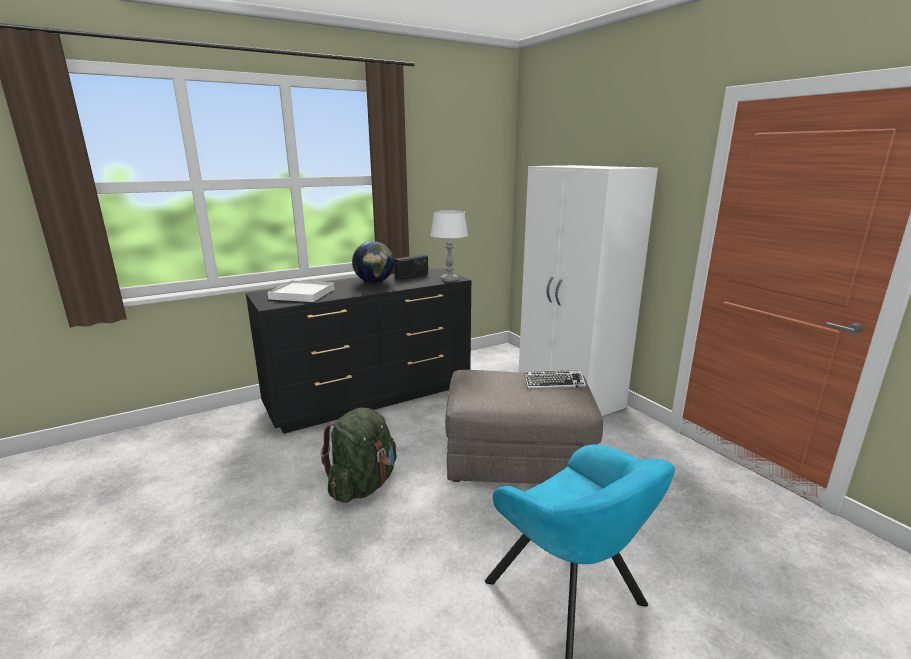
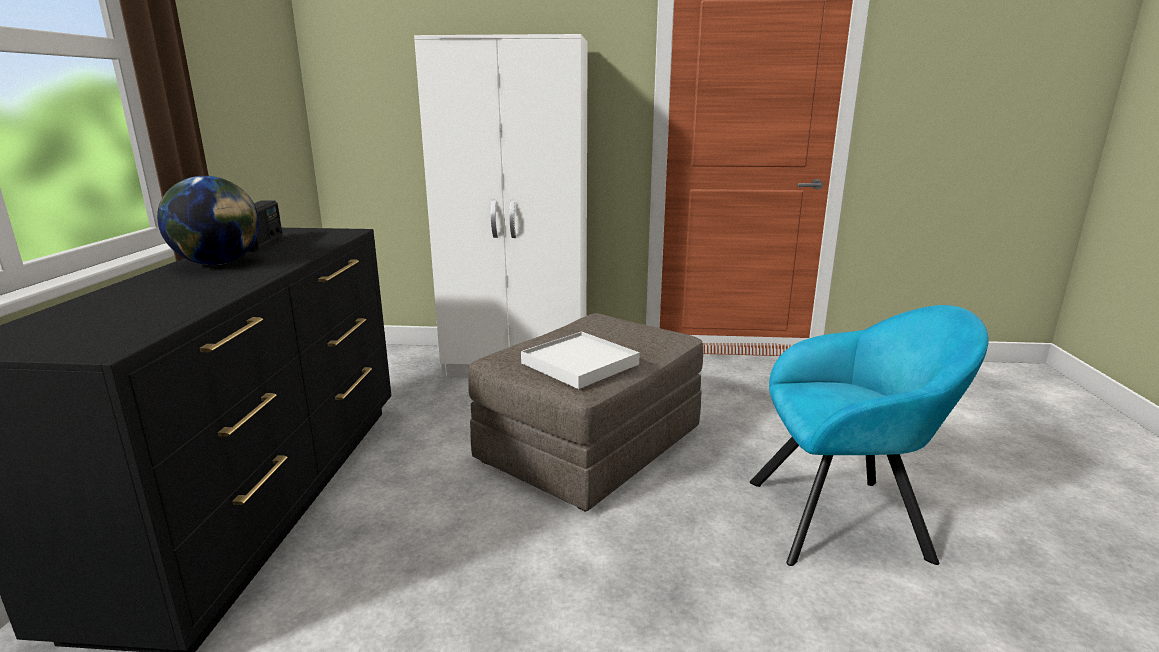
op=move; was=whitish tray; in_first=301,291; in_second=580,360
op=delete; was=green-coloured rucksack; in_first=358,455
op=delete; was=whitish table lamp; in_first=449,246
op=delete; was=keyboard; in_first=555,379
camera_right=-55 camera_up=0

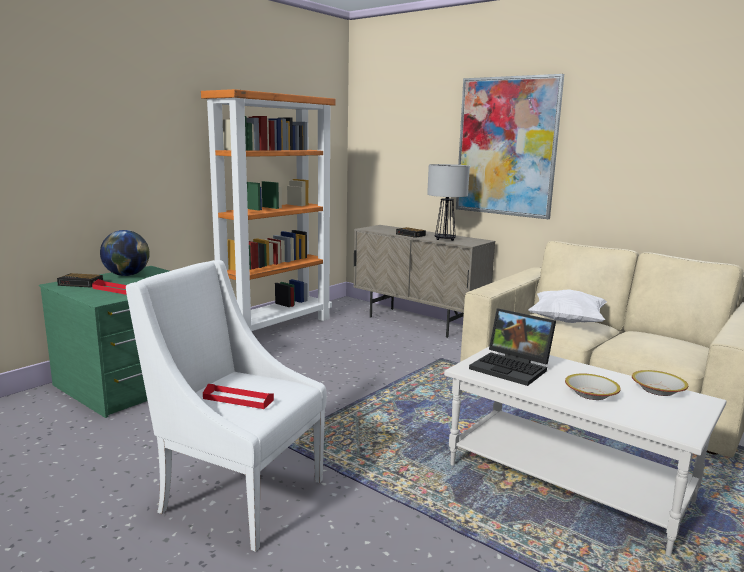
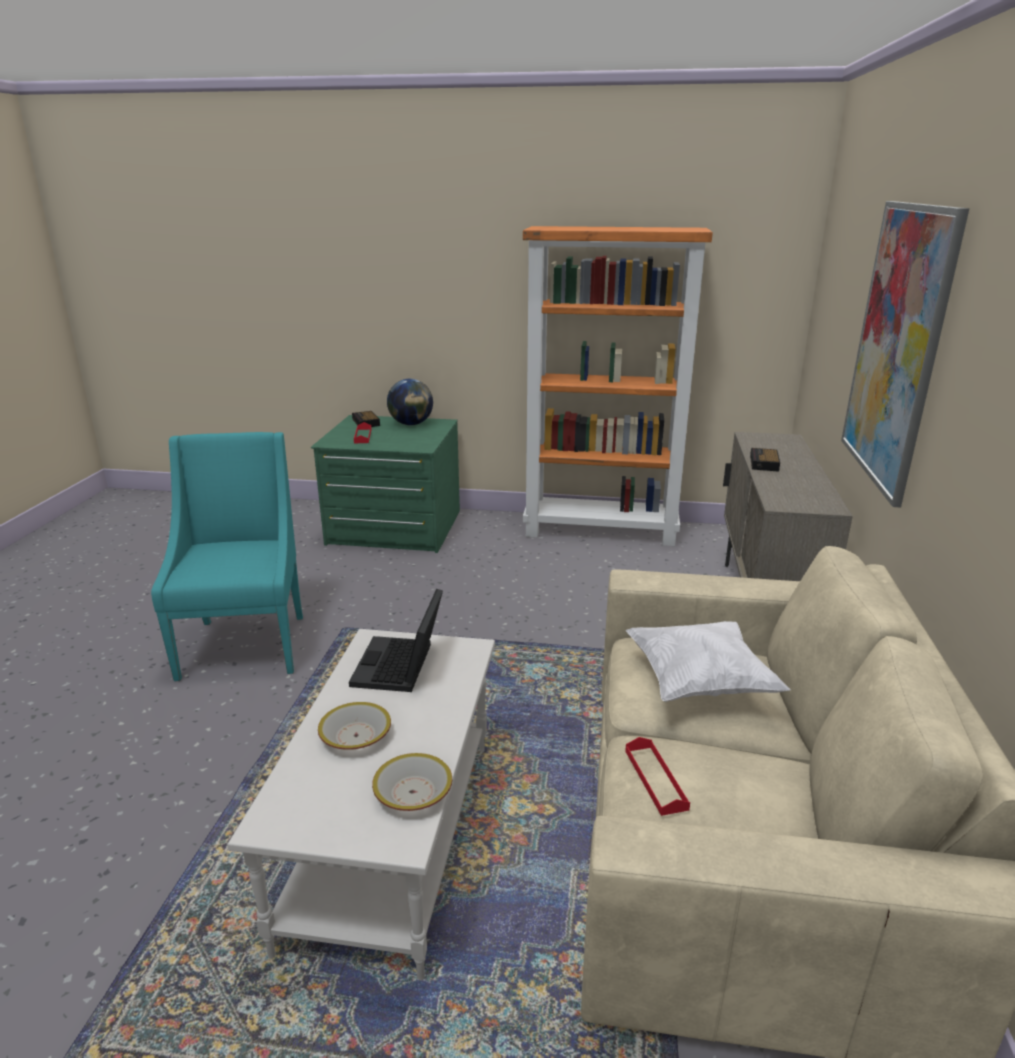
op=recolor; was=whitish lounge chair; now=turquoise-coloured lounge chair; in_first=226,406; in_second=227,556
op=move; was=red-coloured tray; in_first=238,396; in_second=657,776
op=delete; was=table lamp; in_first=448,202
camera_right=60 camera_up=10

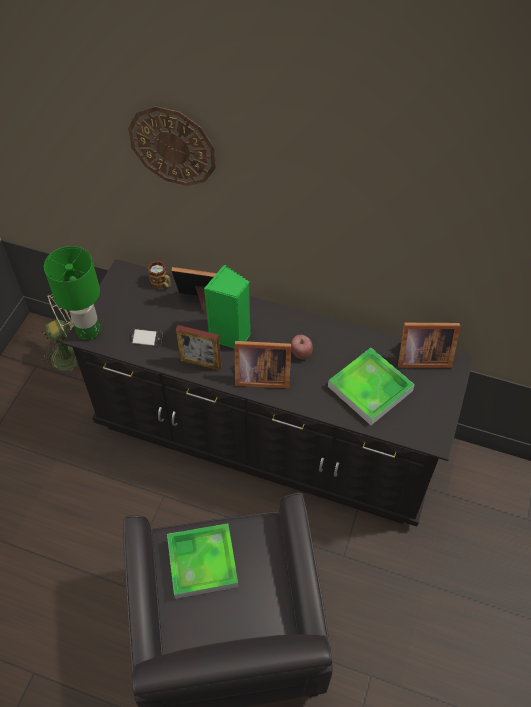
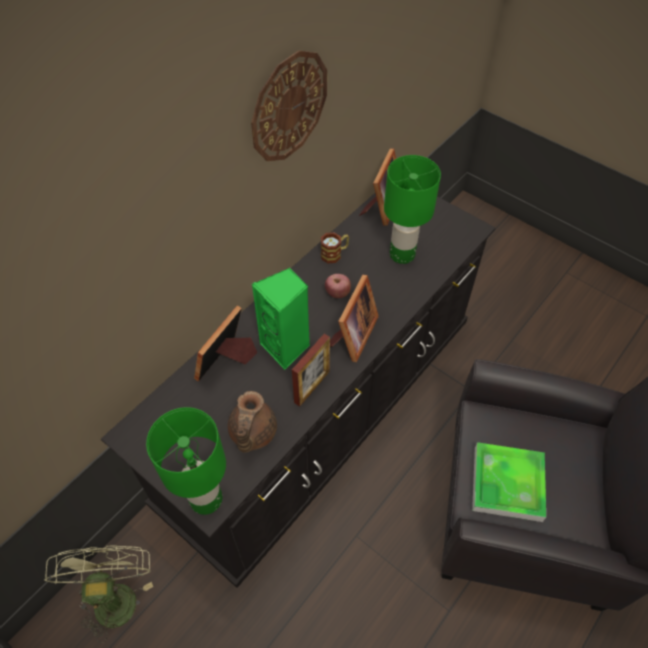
op=move; was=clock on the wall; in_first=172,146; in_second=289,105
op=replace; was=phone; now=brown tea pot; in_first=147,338; in_second=252,422
op=move; was=mug; in_first=159,274; in_second=335,247
op=replace; was=tray; now=green-coloured table lamp; in_first=371,386; in_second=412,209
camera_right=-70 camera_up=0

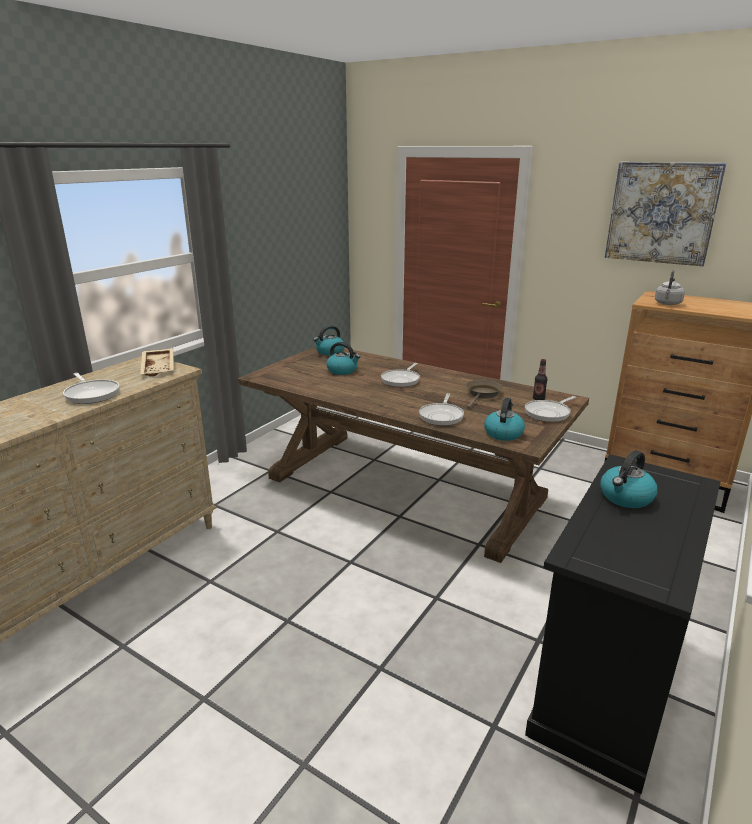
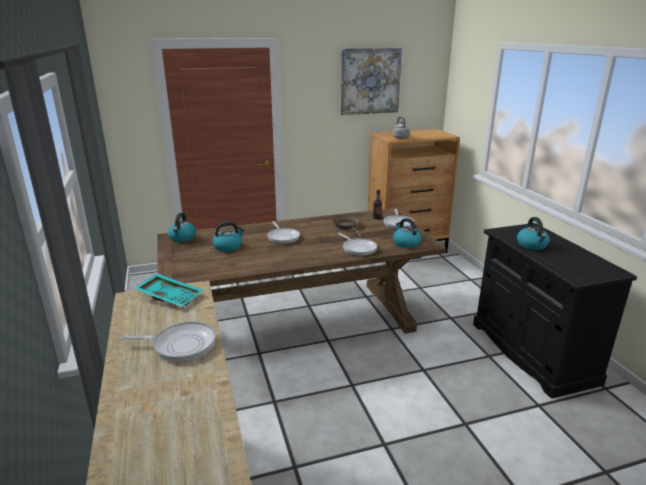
op=recolor; was=beige-coloured tray; now=turquoise-coloured tray; in_first=157,362; in_second=168,290
camera_right=-50 camera_up=0

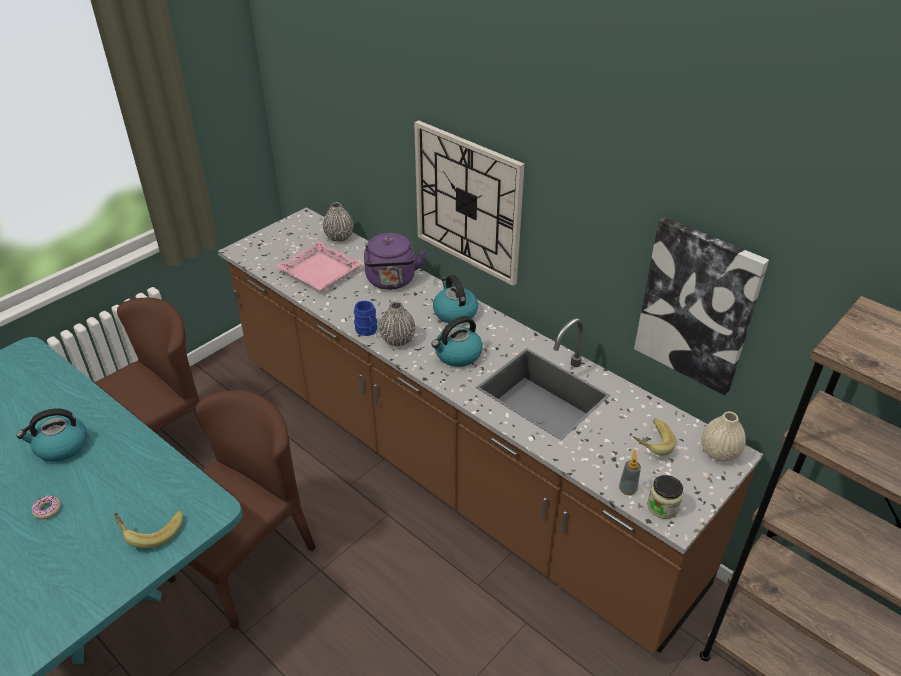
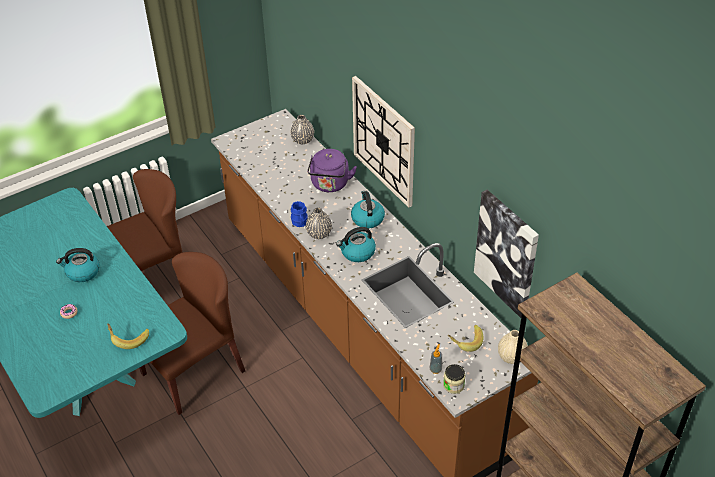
op=delete; was=pinkish tray; in_first=319,266
camera_right=15 camera_up=5

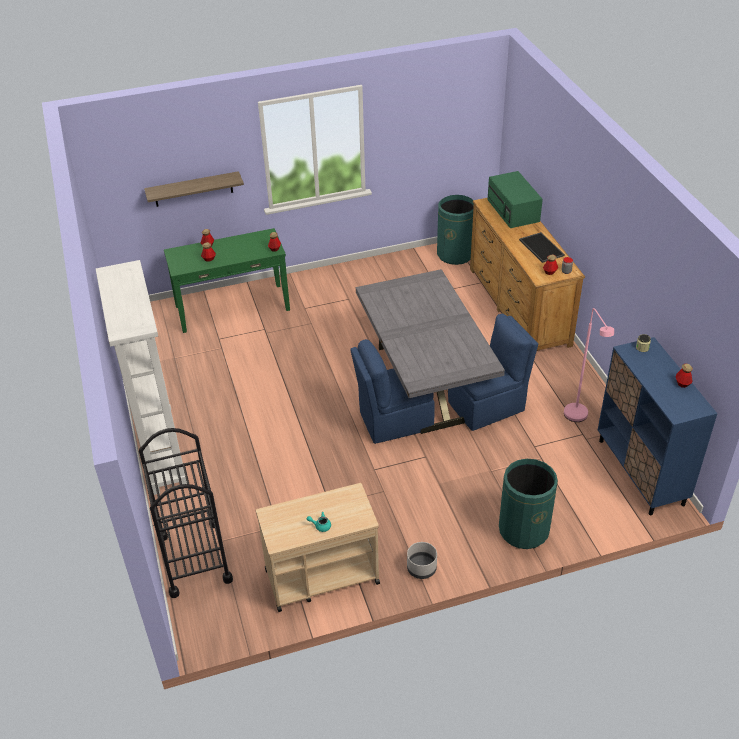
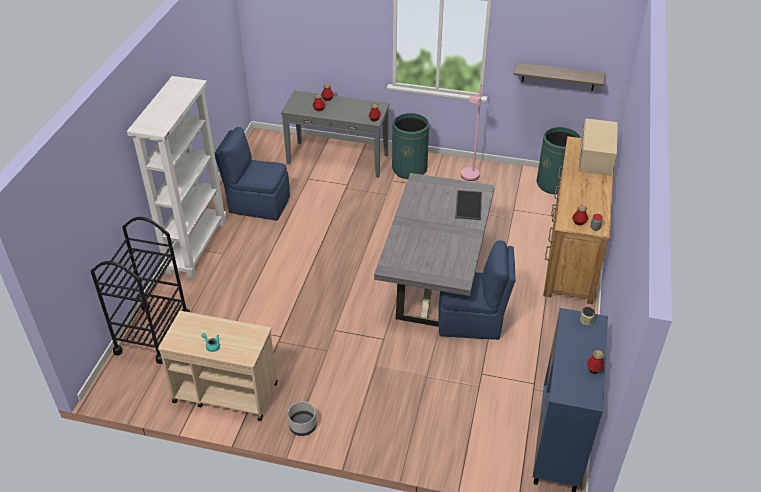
op=move; was=bracket shelf; in_first=194,189; in_second=559,76
op=recolor; was=green-coloured console table; now=greyish console table; in_first=227,280; in_second=335,134
op=move; was=blue-coloured upright chair; in_first=392,391; in_second=252,174
op=recolor; was=green-coloured microwave; now=beige-coloured microwave; in_first=515,199; in_second=598,147
op=move; was=green-coloured trash can; in_first=528,504; in_second=410,146
op=move; was=tray; in_first=542,247; in_second=468,205
op=move; was=pinkish standard lamp; in_first=589,365; in_second=471,132
camera_right=30 camera_up=0

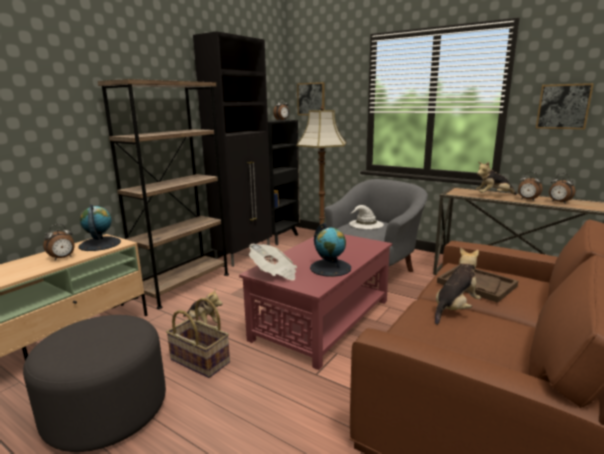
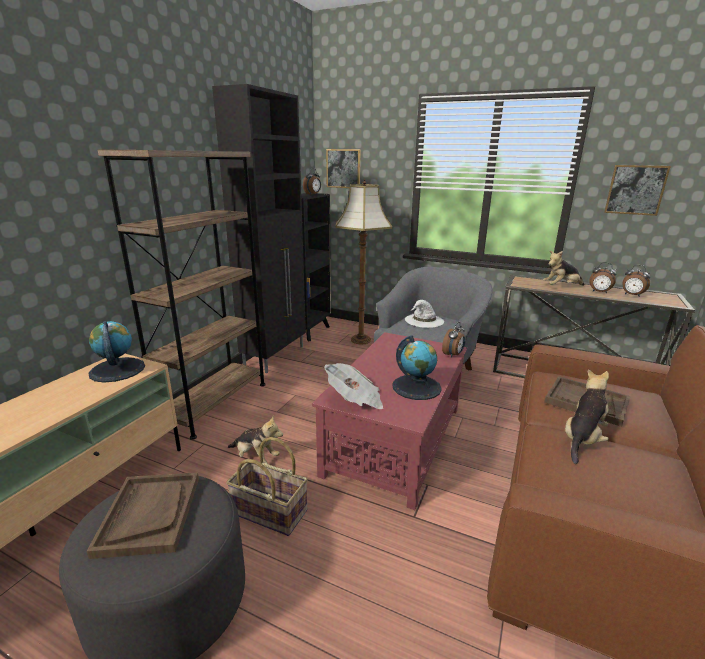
op=move; was=table clock; in_first=58,242; in_second=453,340
op=insert; now=brown tray; in_second=142,516
camera_right=-10 camera_up=5

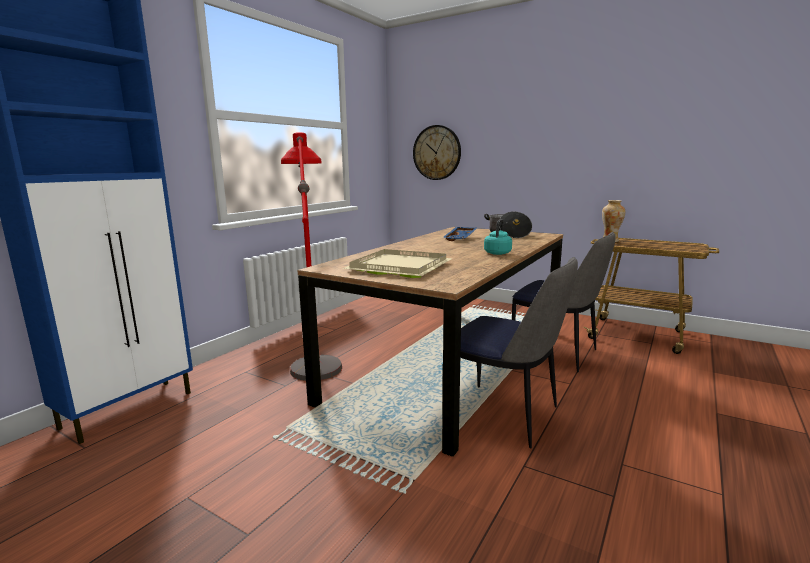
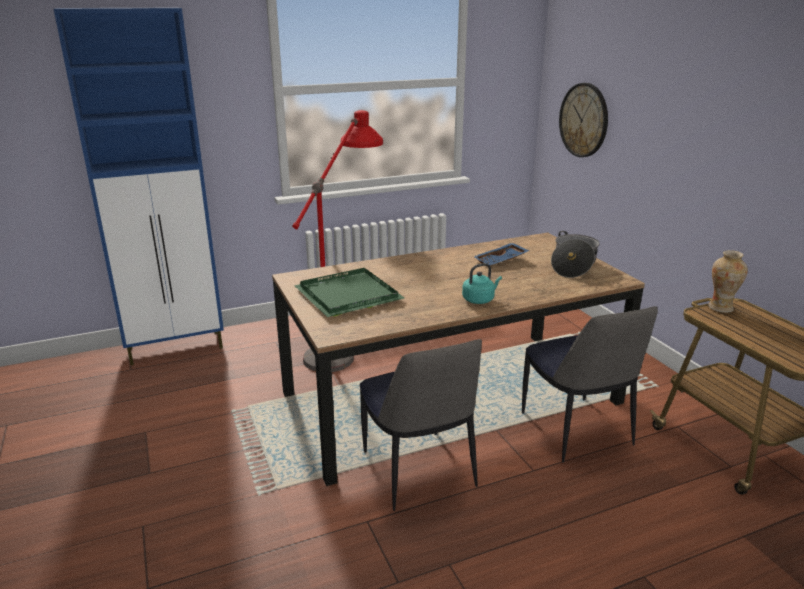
op=recolor; was=beige-coloured tray; now=green-coloured tray; in_first=397,263; in_second=349,292
camera_right=35 camera_up=10

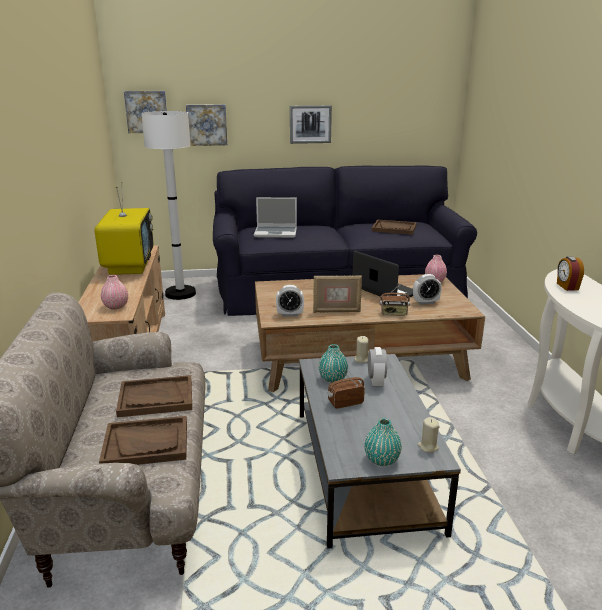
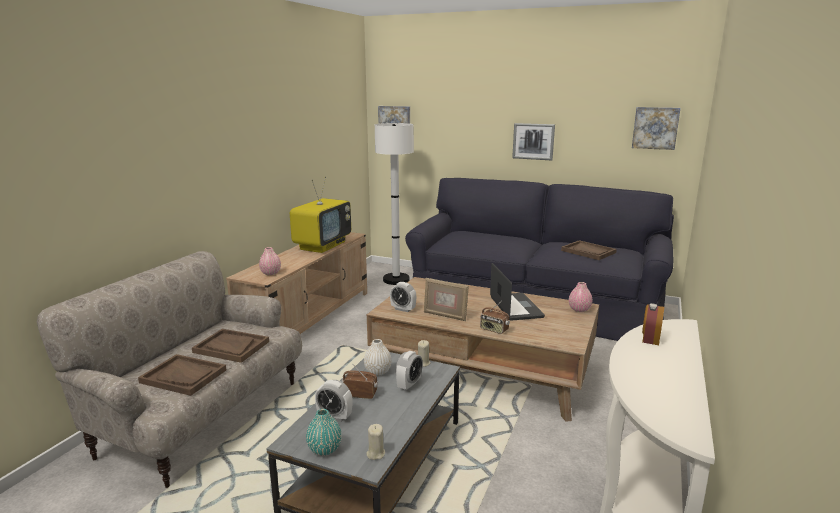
op=move; was=picture; in_first=206,125; in_second=656,128
op=delete; was=laptop; in_first=275,217
op=recolor; was=turquoise-coloured flower vase; now=whitish flower vase; in_first=333,363; in_second=378,357
op=move; was=table clock; in_first=427,289; in_second=334,401
camera_right=30 camera_up=-5

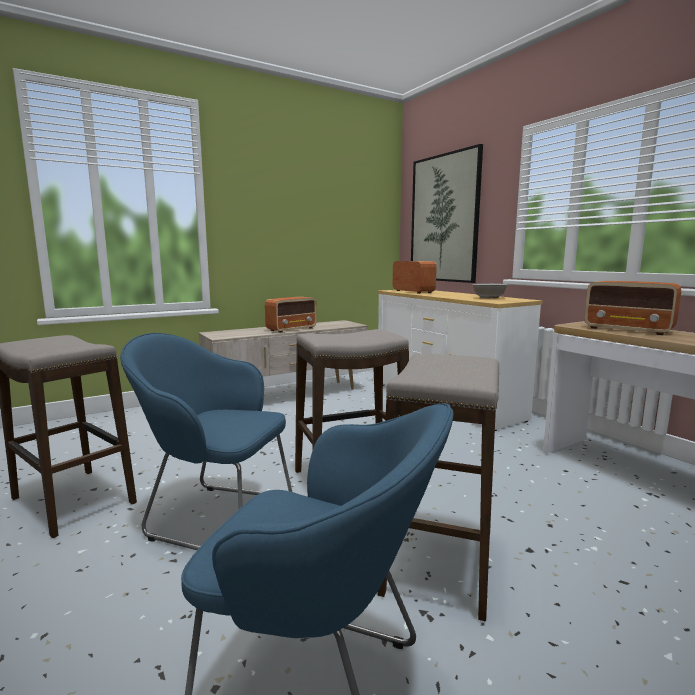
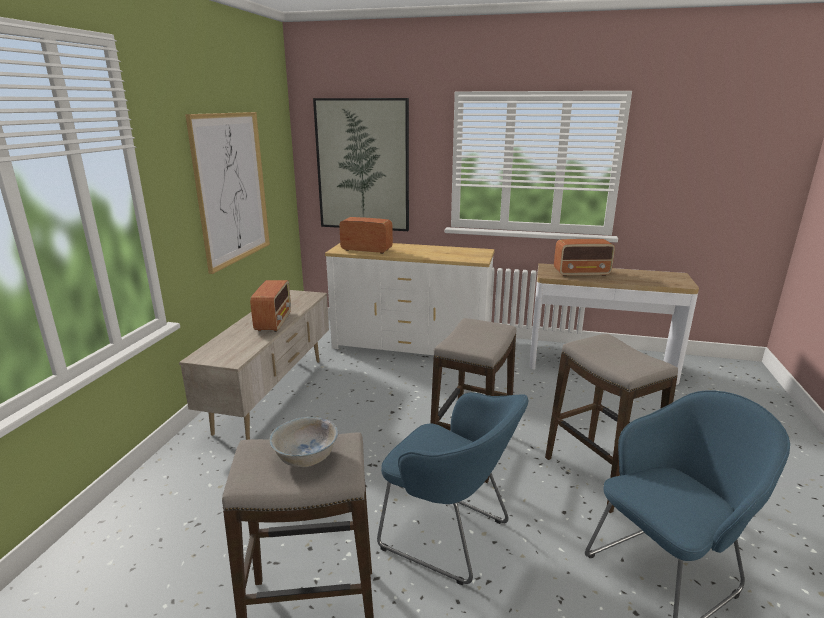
op=rotate; was=blue-coloured lounge chair; in_first=206,441; in_second=453,488; clockwise=-120
op=move; was=whitish deep dish; in_first=490,291; in_second=304,442
op=insert; now=picture; in_second=227,193
camera_right=-45 camera_up=10

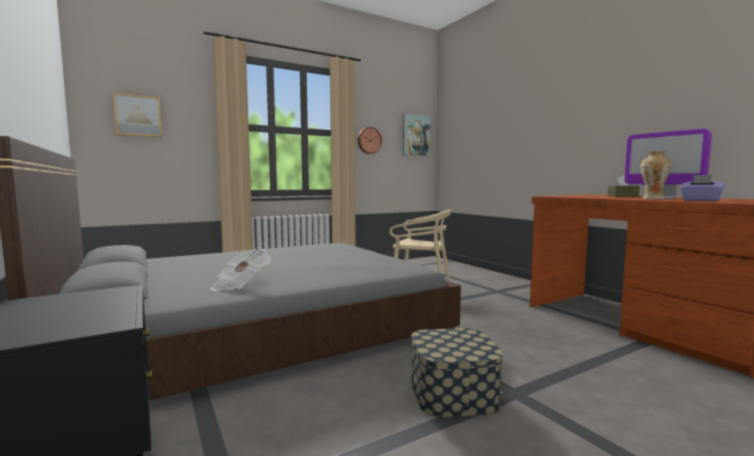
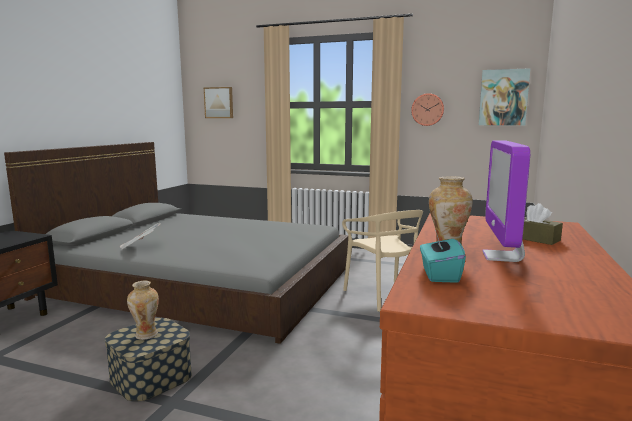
op=recolor; was=purplish box of tissues; now=turquoise-coloured box of tissues; in_first=702,188; in_second=443,256
op=insert; now=flower vase; in_second=143,310
camera_right=50 camera_up=5

